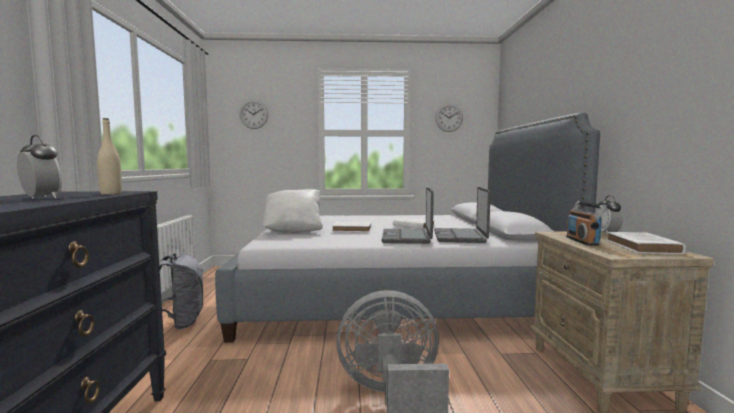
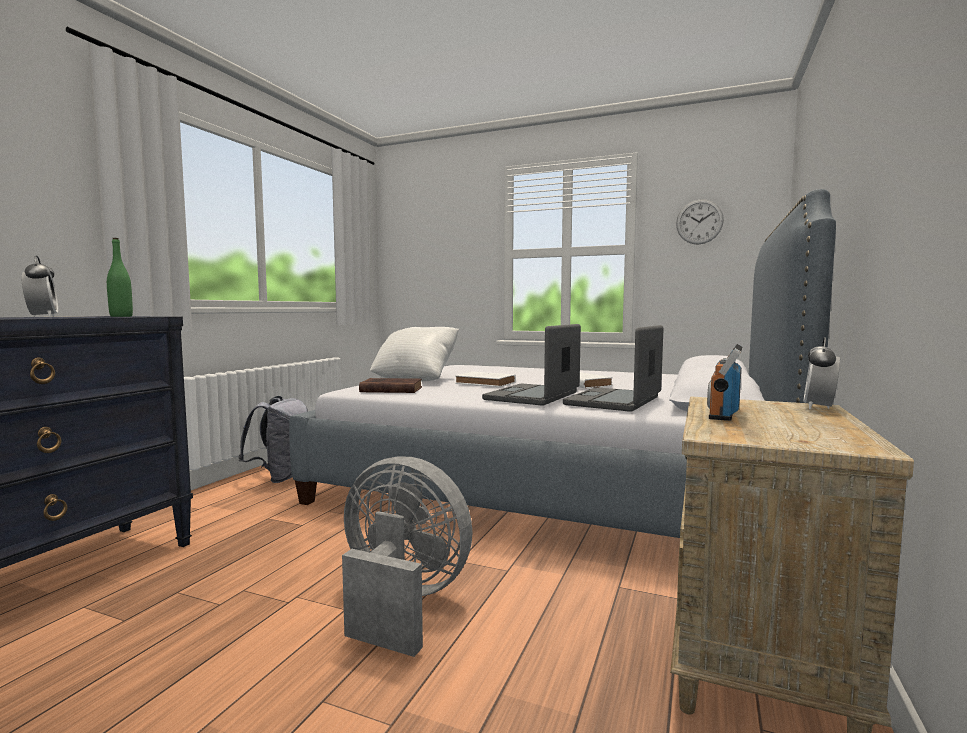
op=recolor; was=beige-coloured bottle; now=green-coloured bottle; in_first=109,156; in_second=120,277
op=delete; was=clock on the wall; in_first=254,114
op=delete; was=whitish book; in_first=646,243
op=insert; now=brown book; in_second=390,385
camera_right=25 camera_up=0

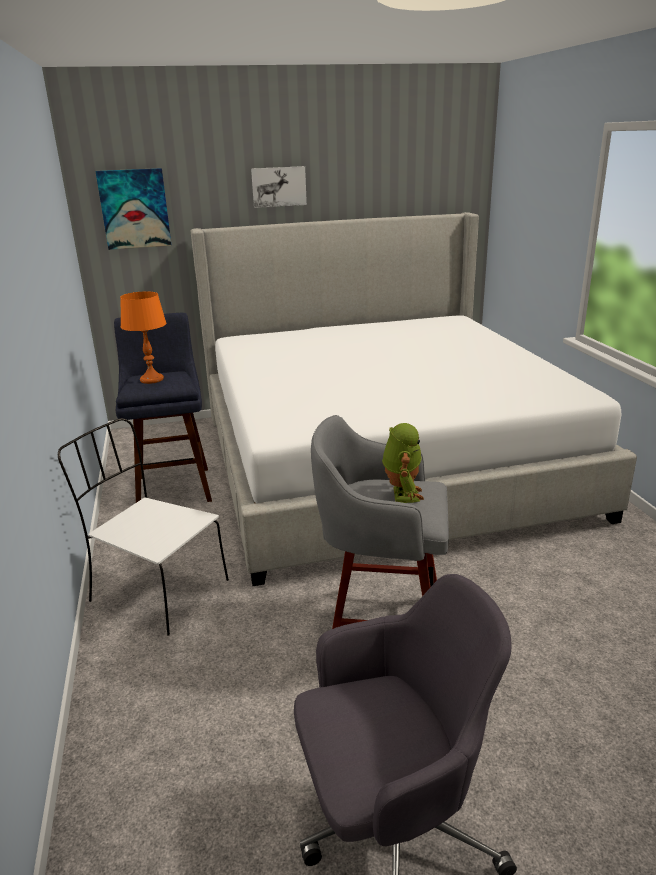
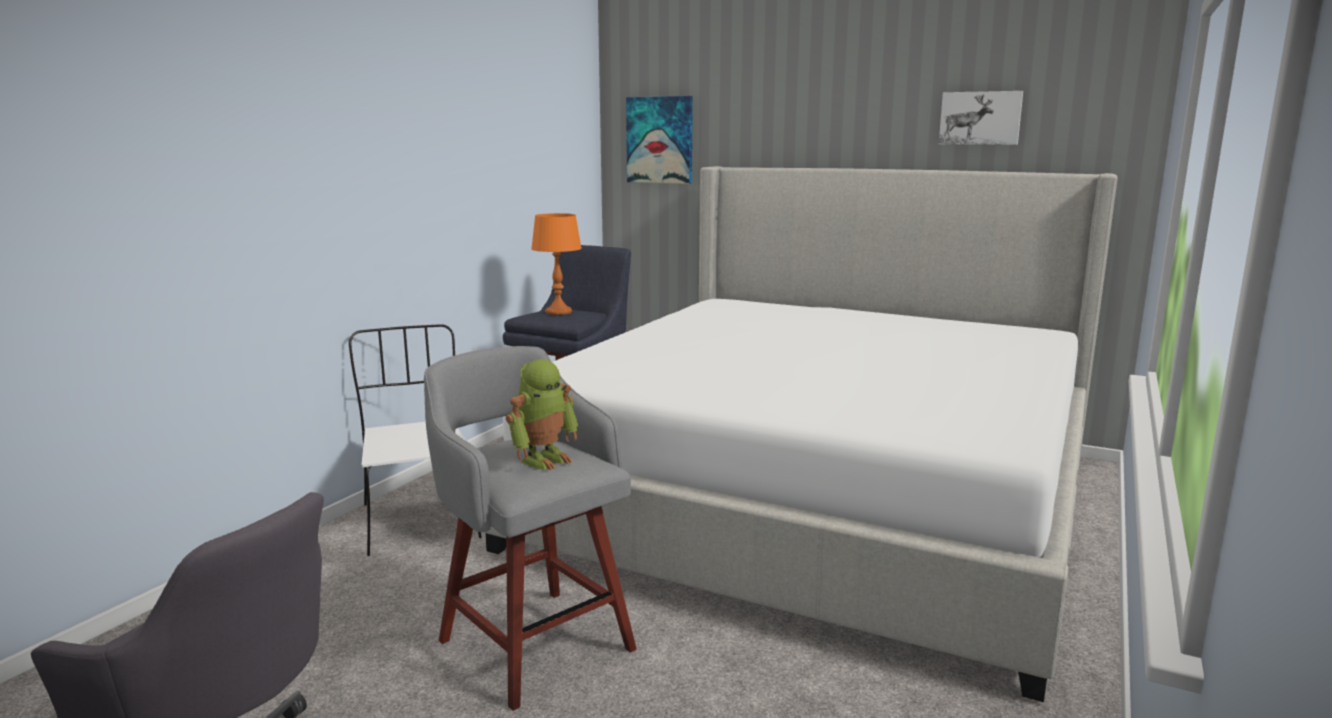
op=move; was=picture; in_first=279,187; in_second=981,118
camera_right=40 camera_up=-10

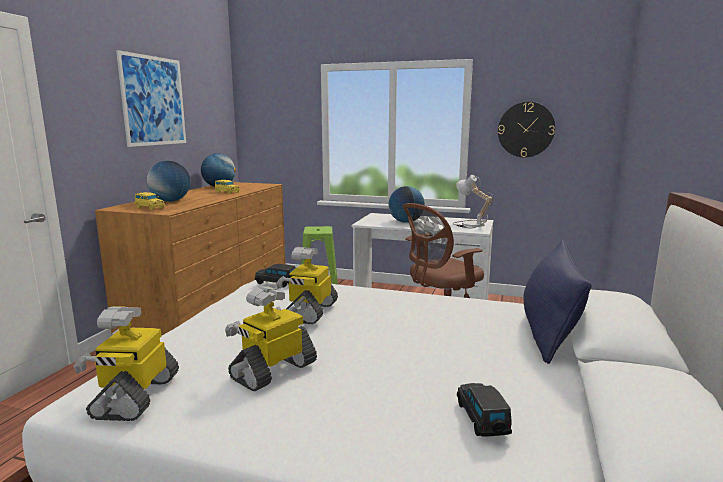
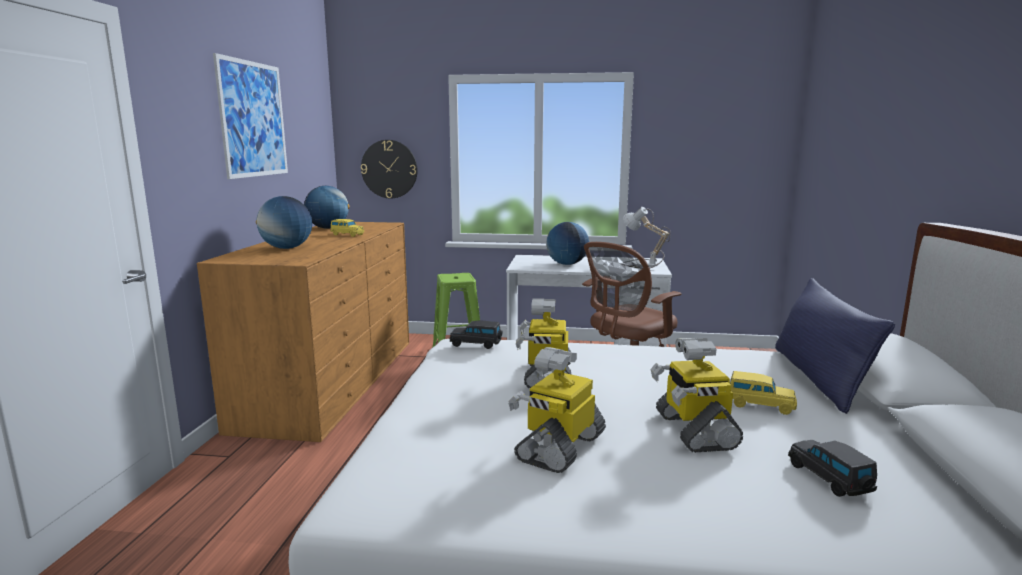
op=move; was=toy robot; in_first=126,363; in_second=697,395
op=move; was=yellowish miniature car; in_first=150,201; in_second=763,393
op=move; was=clock on the wall; in_first=526,129; in_second=389,169
camera_right=-10 camera_up=0

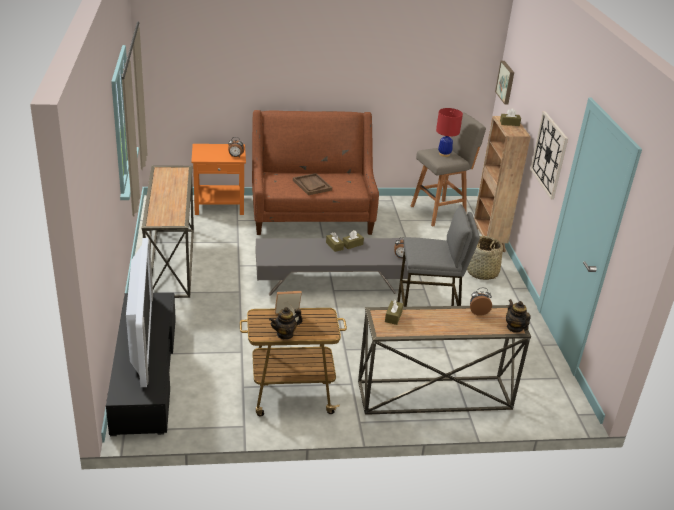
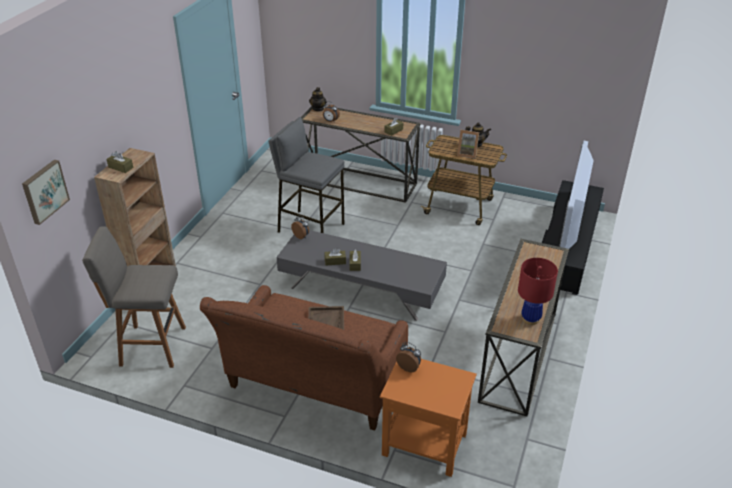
op=move; was=red-coloured table lamp; in_first=449,132; in_second=538,291
op=delete; was=storage basket; in_first=485,257
op=delete; was=clock on the wall; in_first=549,155
camera_right=-150 camera_up=5

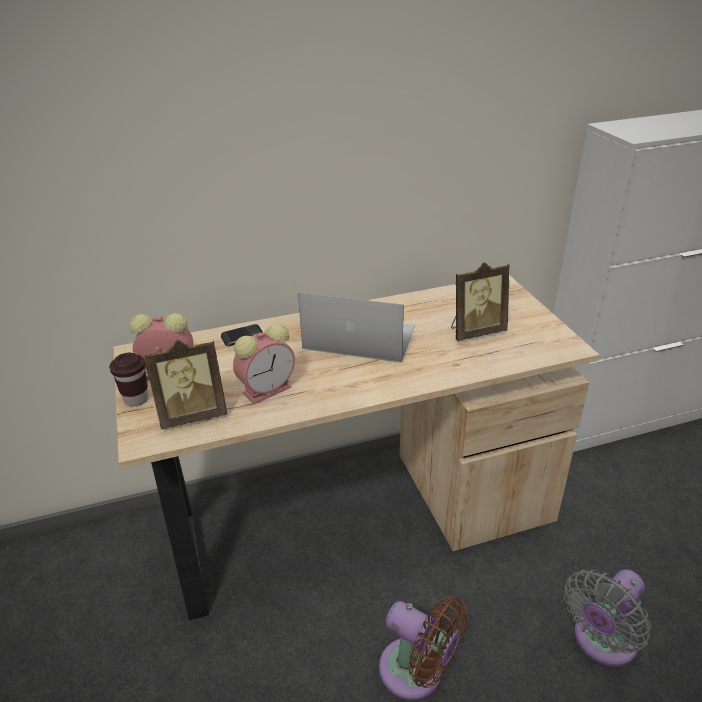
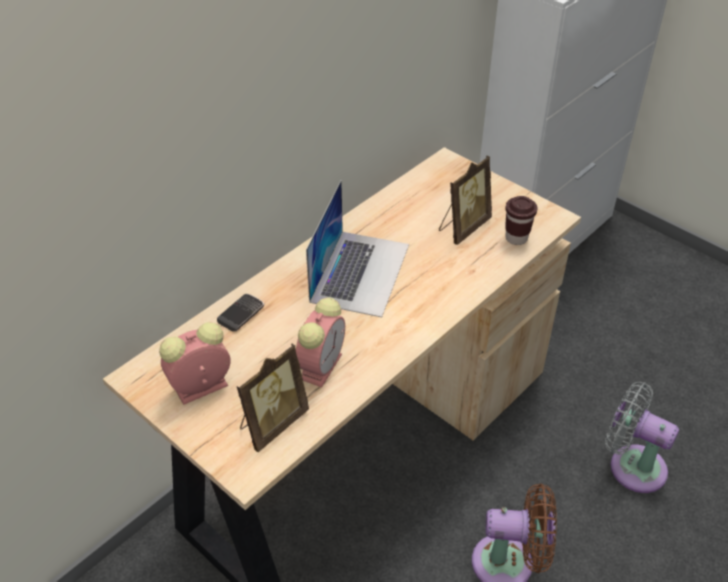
op=move; was=brown cup; in_first=129,379; in_second=521,220
op=rotate; was=laptop; in_first=356,327; in_second=357,248; clockwise=120
op=rotate; was=greyish electric fan; in_first=607,618; in_second=642,437; clockwise=105
camera_right=-30 camera_up=10

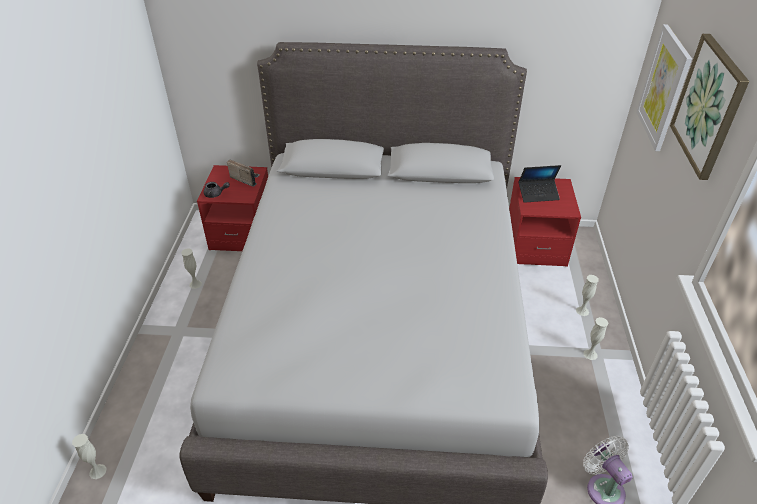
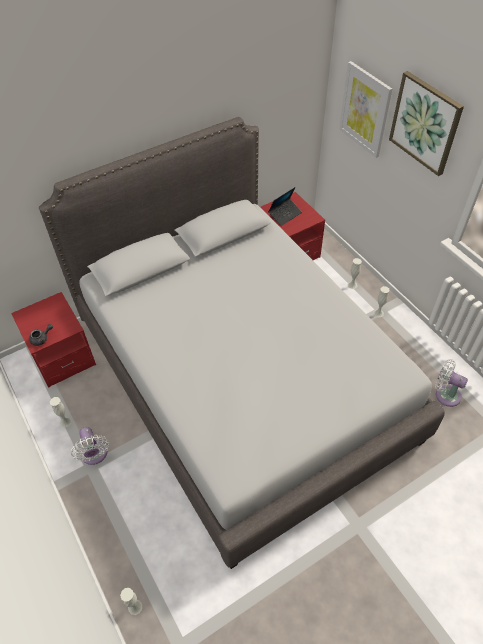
op=delete; was=radio receiver; in_first=243,173
op=insert; now=whitish electric fan; in_second=90,446
camera_right=-35 camera_up=10

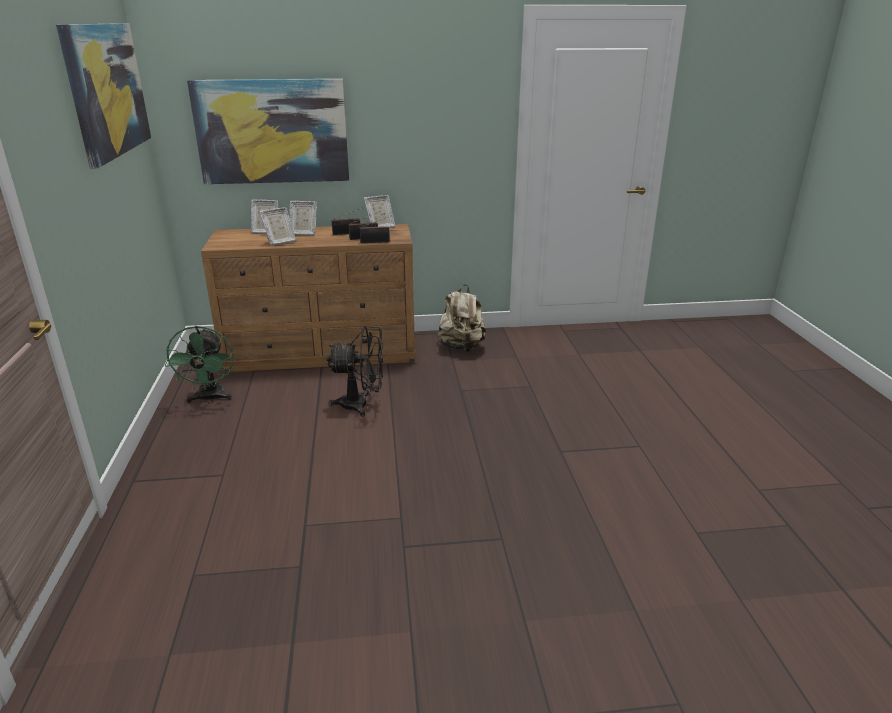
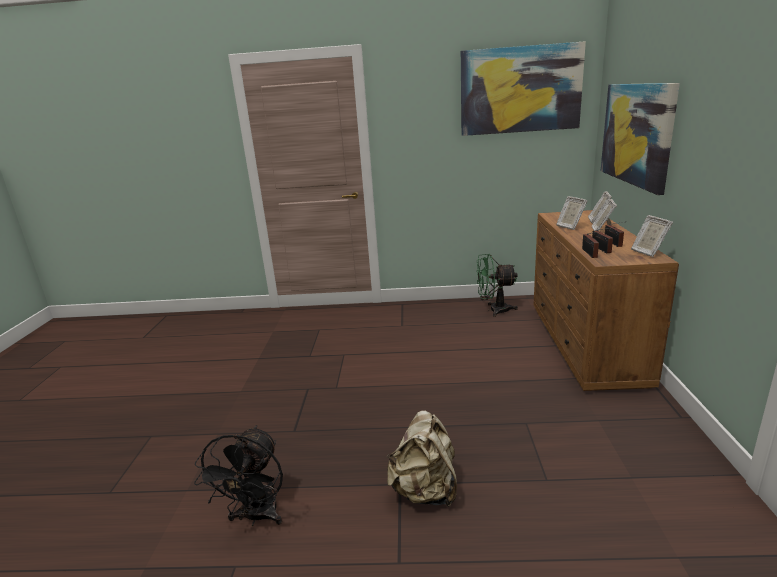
op=move; was=black-coloured electric fan; in_first=355,371; in_second=238,475
op=move; was=beige-coloured rucksack; in_first=461,318; in_second=422,459
camera_right=100 camera_up=-5

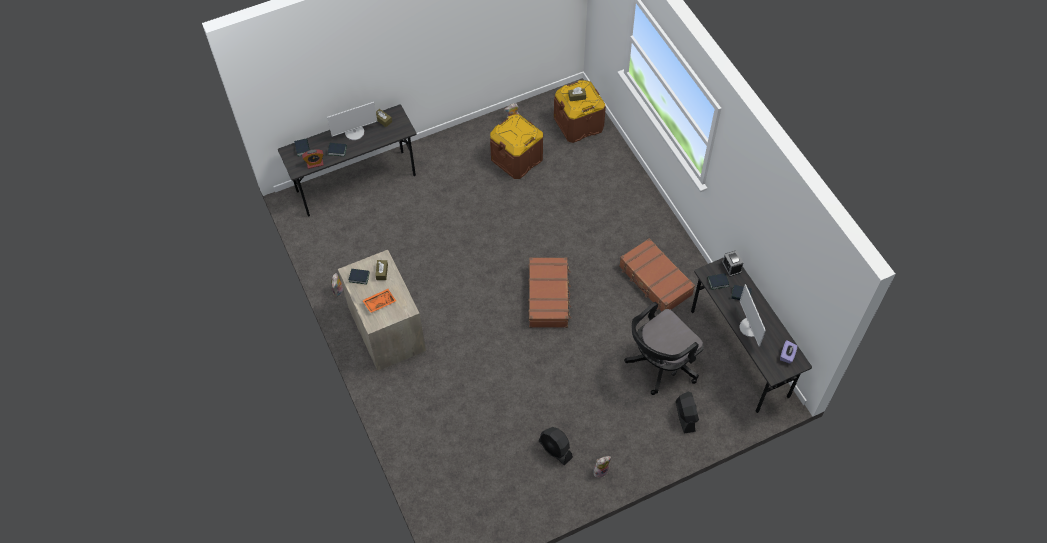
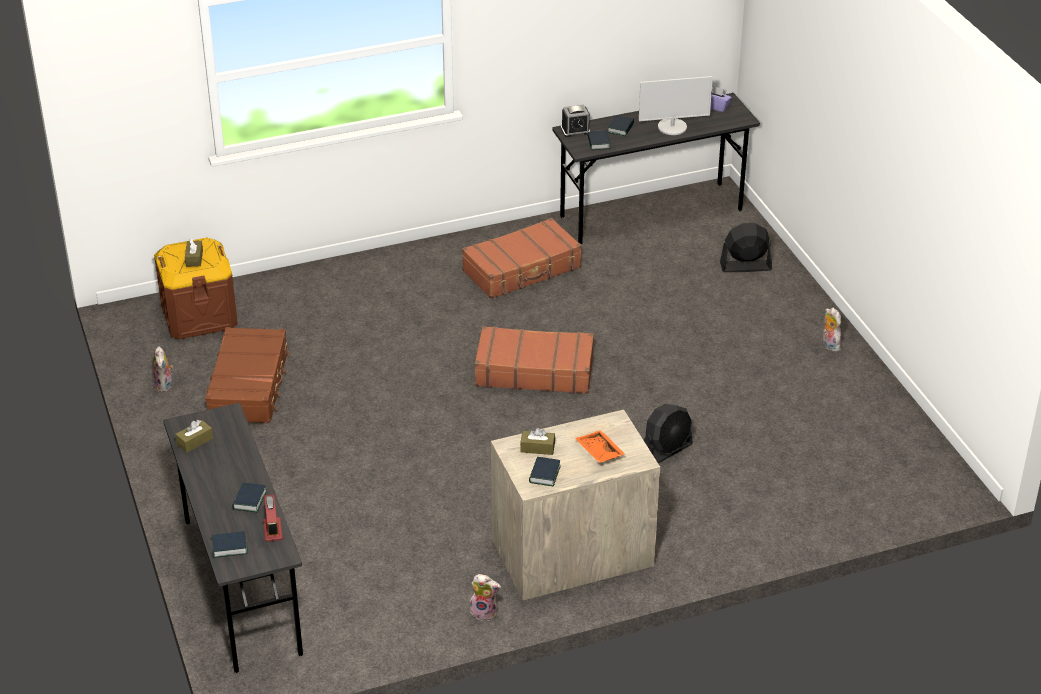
op=delete; was=monitor; in_first=352,121
op=replace; was=brown storage bin; now=brown travel case; in_first=516,146; in_second=248,375
op=move; was=black-coloured electric fan; in_first=556,446; in_second=668,433
op=delete; was=black-coloured computer chair; in_first=664,348
camera_right=-85 camera_up=-20

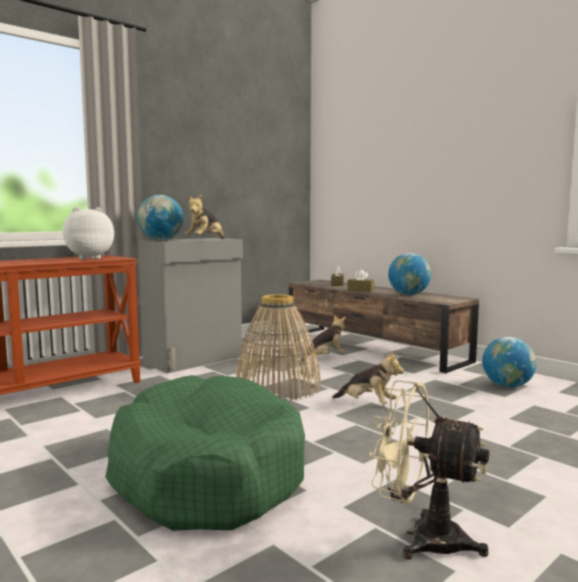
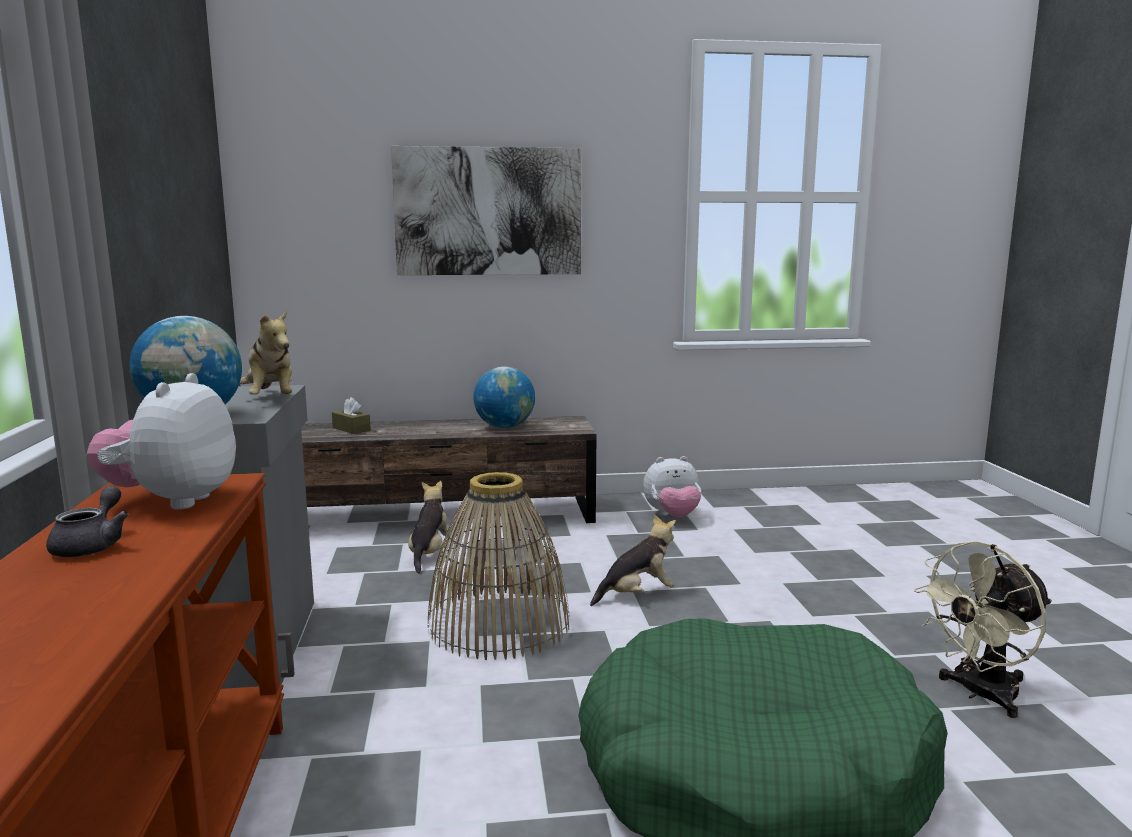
op=delete; was=brown box of tissues; in_first=360,281
op=replace; was=desk globe; now=soft toy; in_first=509,362; in_second=672,487
op=insert; now=greyish tea pot; in_second=87,521
op=insert; now=picture; in_second=486,210
camera_right=-55 camera_up=5

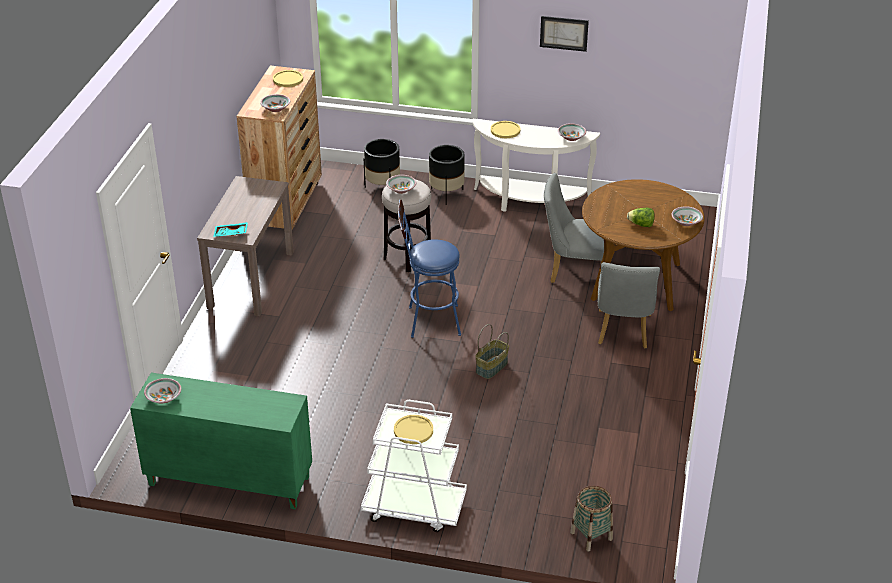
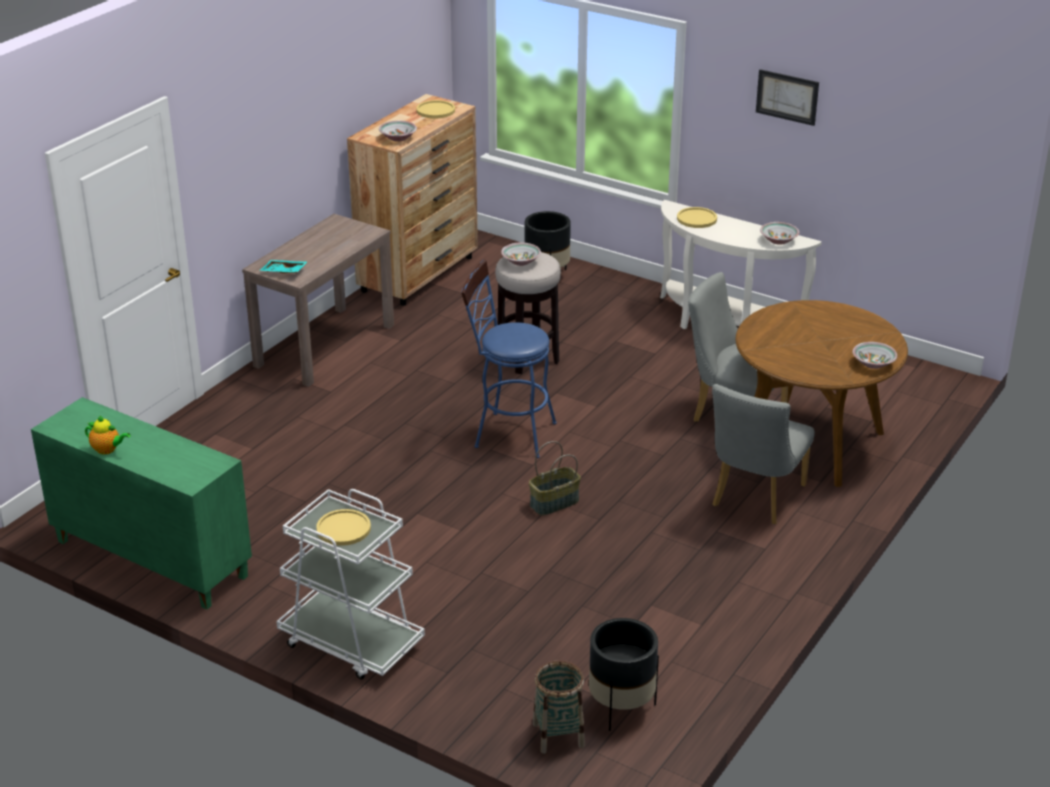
op=delete; was=deep dish; in_first=162,391
op=move; was=black-coloured planter; in_first=447,169; in_second=624,674
op=delete; was=lettuce; in_first=641,217
op=insert; now=tea pot; in_second=108,435
camera_right=20 camera_up=-5

